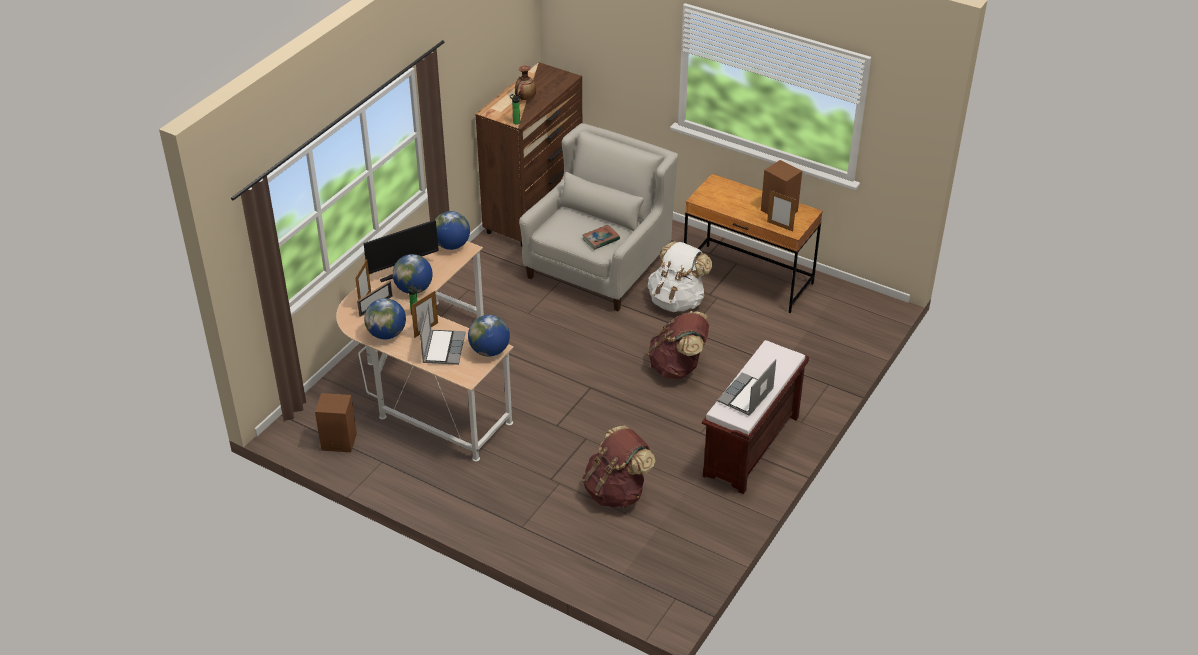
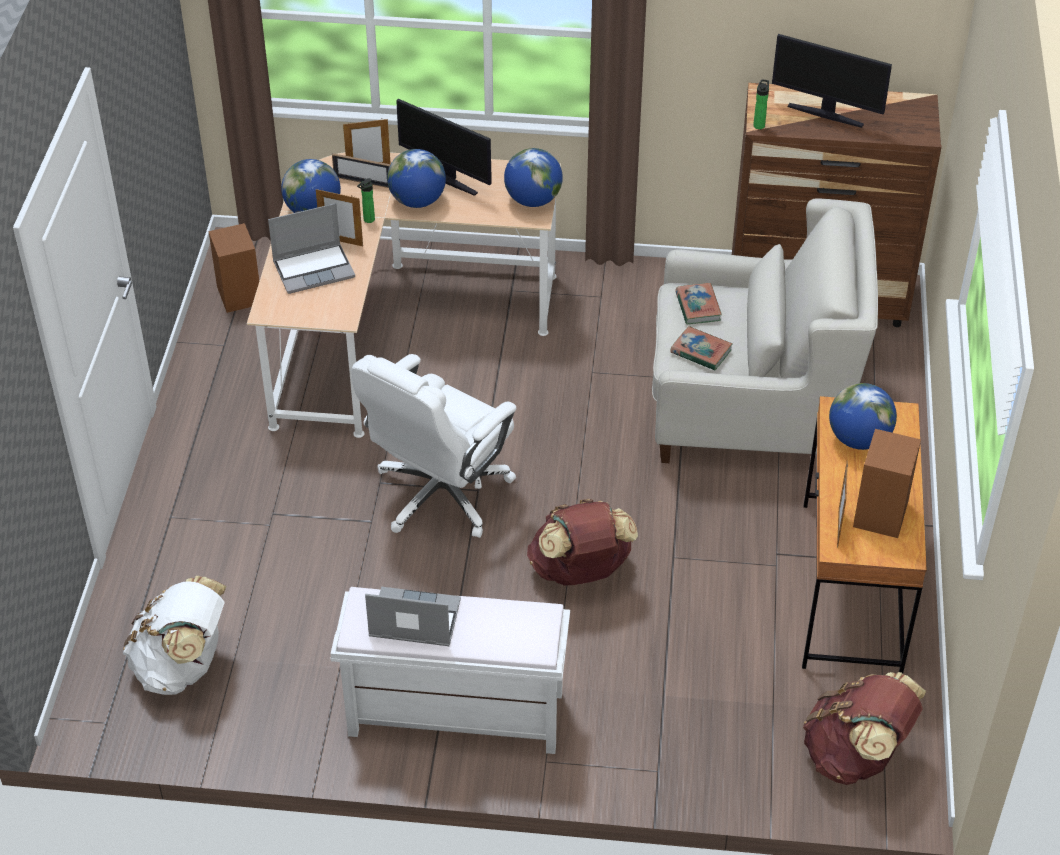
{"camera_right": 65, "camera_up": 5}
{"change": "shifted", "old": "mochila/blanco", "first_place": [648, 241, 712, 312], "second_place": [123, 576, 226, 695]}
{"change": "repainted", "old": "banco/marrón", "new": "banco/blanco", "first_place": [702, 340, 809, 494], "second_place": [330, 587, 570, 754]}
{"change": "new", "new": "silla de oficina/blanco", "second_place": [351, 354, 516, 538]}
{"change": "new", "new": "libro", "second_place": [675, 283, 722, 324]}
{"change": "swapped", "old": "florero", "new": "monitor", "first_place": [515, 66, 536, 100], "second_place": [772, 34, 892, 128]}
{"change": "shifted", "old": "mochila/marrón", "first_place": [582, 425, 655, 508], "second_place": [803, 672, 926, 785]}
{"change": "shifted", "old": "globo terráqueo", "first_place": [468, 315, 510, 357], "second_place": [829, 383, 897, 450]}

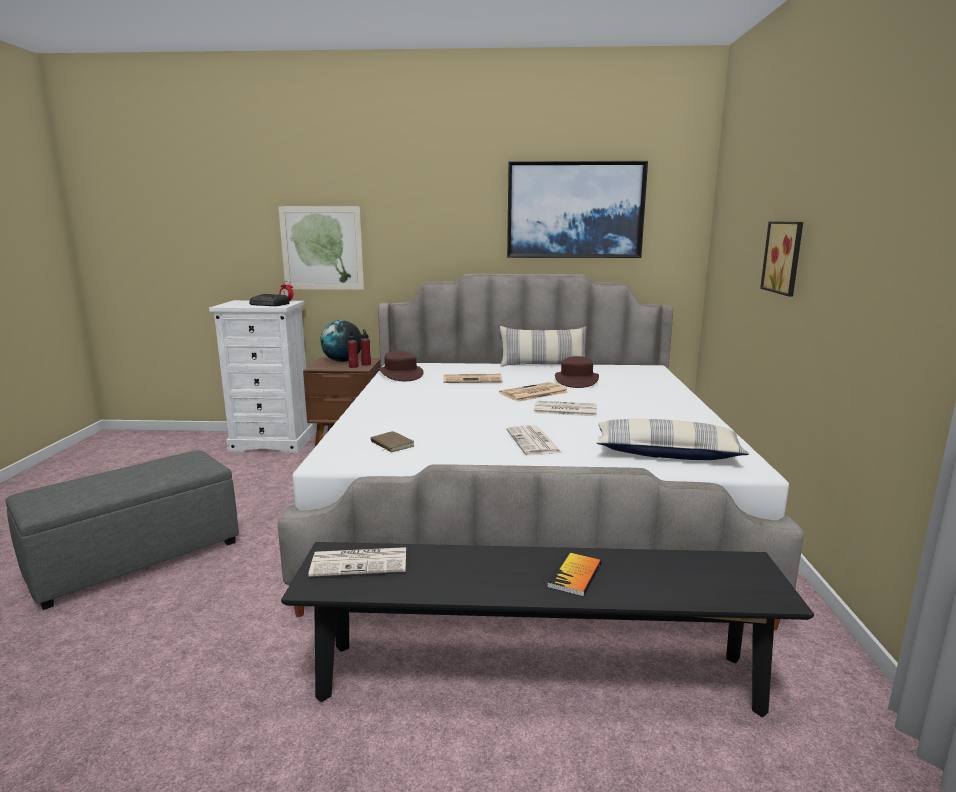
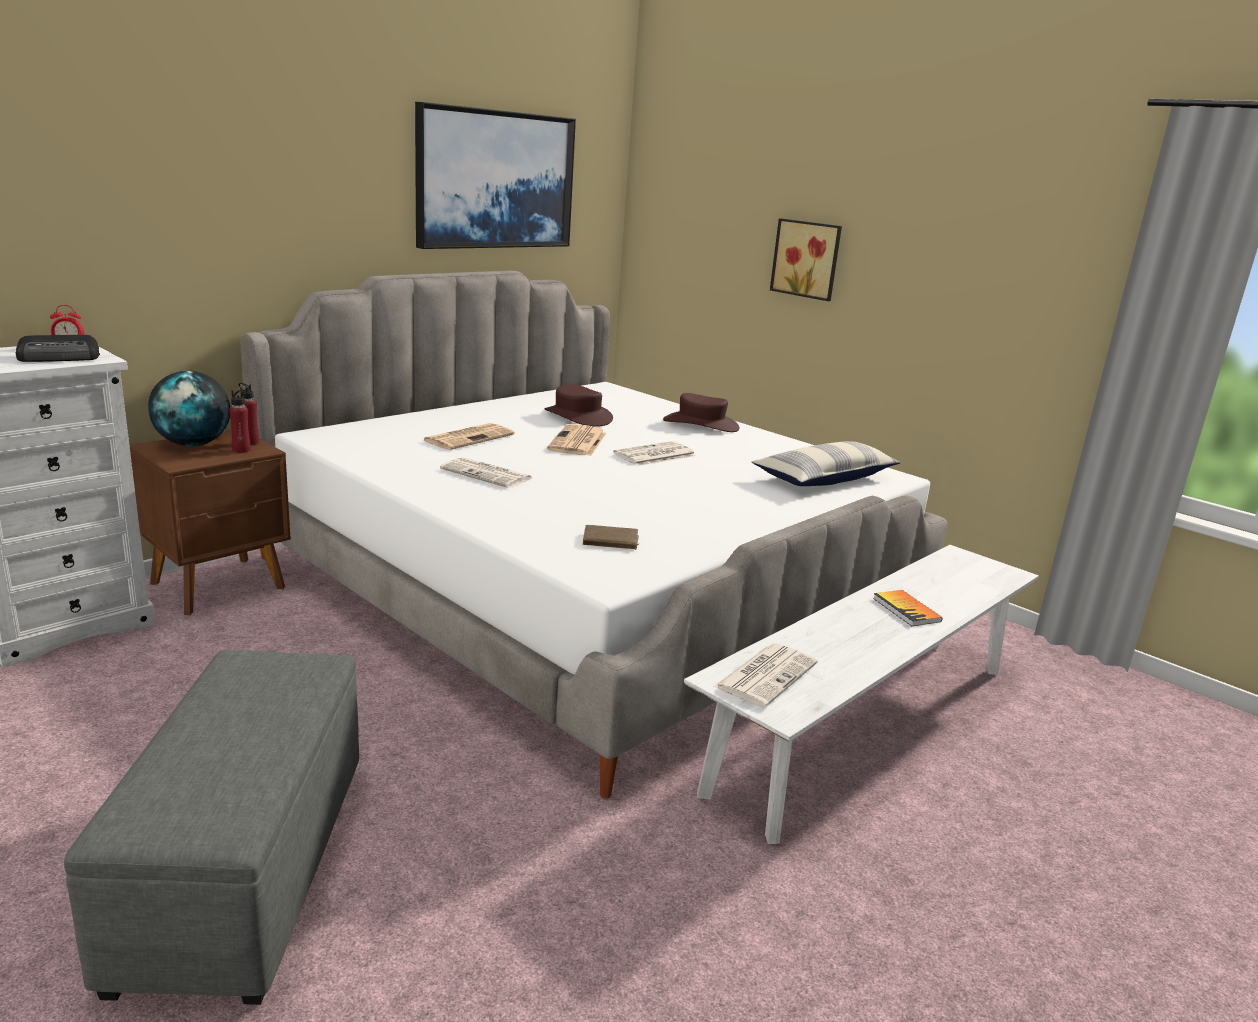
{"camera_right": -50, "camera_up": 5}
{"change": "shifted", "old": "periódico", "first_place": [506, 425, 562, 455], "second_place": [440, 457, 532, 488]}
{"change": "shifted", "old": "sombrero/marrón", "first_place": [378, 351, 424, 381], "second_place": [663, 393, 739, 432]}
{"change": "repainted", "old": "banco/negro", "new": "banco/blanco", "first_place": [281, 542, 814, 717], "second_place": [684, 545, 1039, 844]}
{"change": "gone", "old": "cuadro", "first_place": [278, 206, 364, 290]}
{"change": "gone", "old": "cojín", "first_place": [500, 326, 586, 367]}

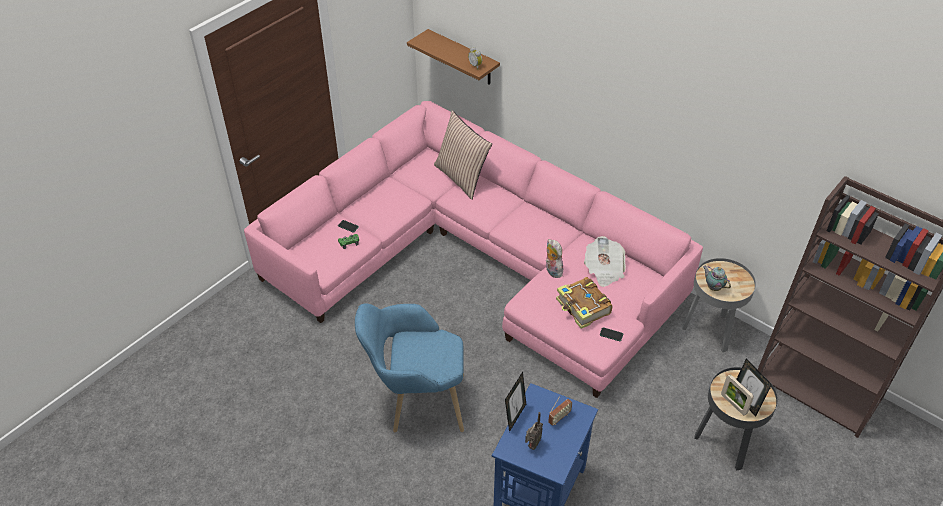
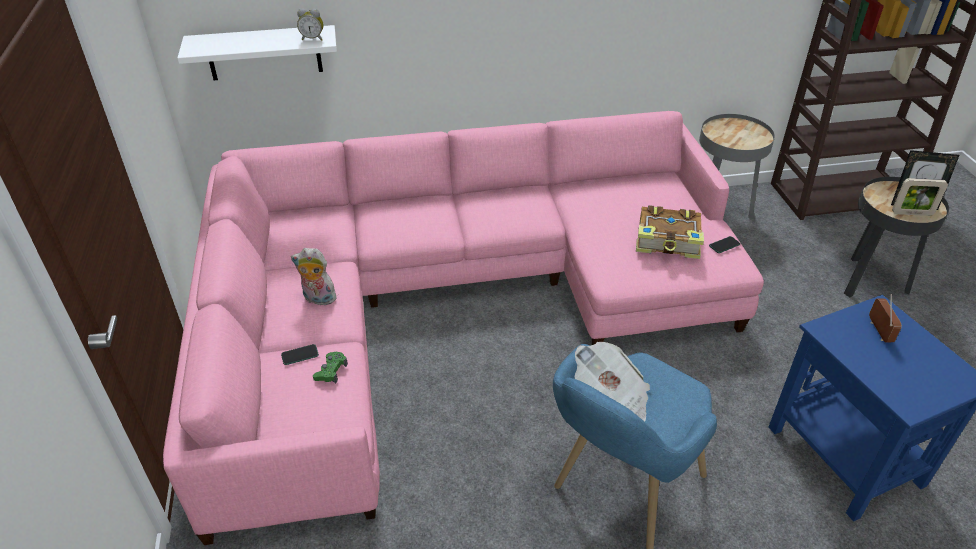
{"camera_right": -50, "camera_up": -5}
{"change": "repainted", "old": "estante/marrón", "new": "estante/blanco", "first_place": [407, 29, 500, 85], "second_place": [177, 25, 337, 80]}
{"change": "shifted", "old": "peluche", "first_place": [546, 239, 563, 278], "second_place": [291, 248, 337, 305]}
{"change": "shifted", "old": "periódico", "first_place": [584, 236, 626, 287], "second_place": [574, 342, 650, 422]}
{"change": "gone", "old": "cojín", "first_place": [434, 110, 492, 200]}
{"change": "gone", "old": "portarretratos", "first_place": [505, 372, 526, 432]}
{"change": "gone", "old": "radio", "first_place": [525, 412, 543, 450]}
{"change": "gone", "old": "tetera", "first_place": [703, 266, 731, 291]}

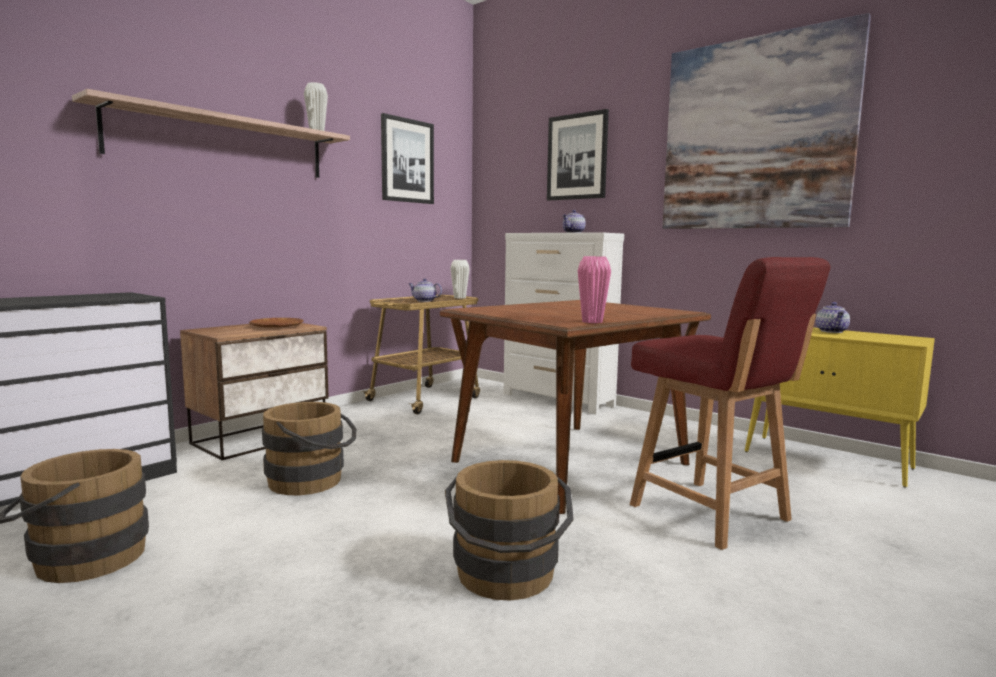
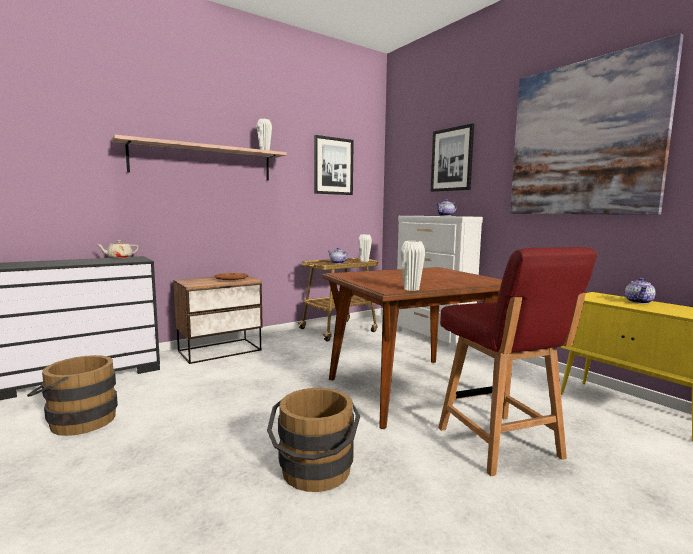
{"camera_right": 15, "camera_up": 0}
{"change": "new", "new": "tetera/beis", "second_place": [98, 240, 139, 259]}
{"change": "repainted", "old": "florero/rosa", "new": "florero/blanco", "first_place": [578, 256, 611, 323], "second_place": [400, 241, 426, 291]}
{"change": "gone", "old": "cubo/marrón", "first_place": [262, 402, 356, 495]}

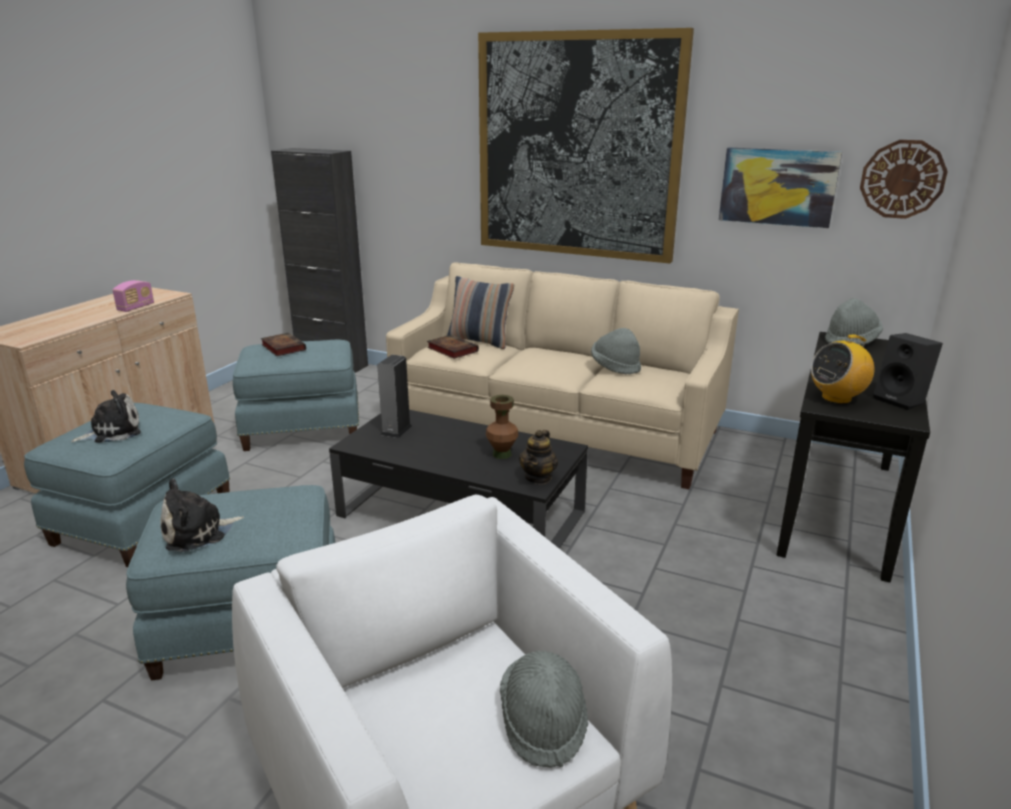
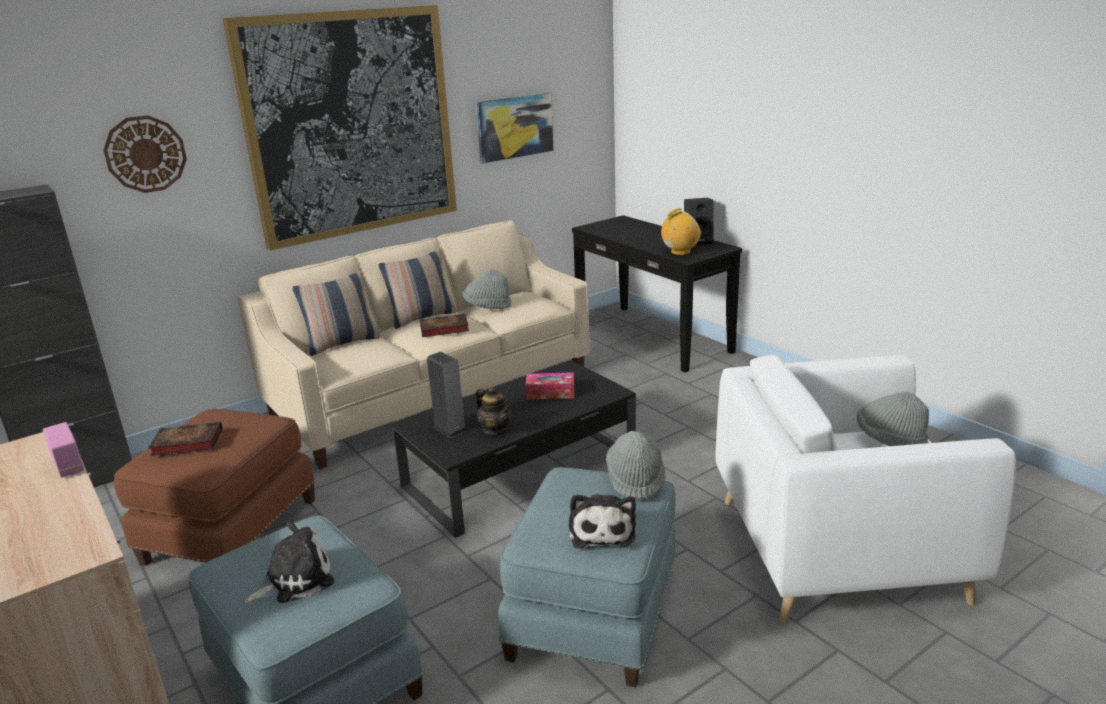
{"camera_right": -60, "camera_up": 0}
{"change": "shifted", "old": "reloj de pared", "first_place": [860, 140, 948, 219], "second_place": [103, 115, 187, 193]}
{"change": "repainted", "old": "puf/azul", "new": "puf/marrón", "first_place": [233, 340, 359, 451], "second_place": [114, 409, 315, 566]}
{"change": "rotated", "old": "peluche", "first_place": [71, 390, 141, 443], "second_place": [244, 521, 334, 603], "degrees": 60}
{"change": "new", "new": "cojín", "second_place": [379, 250, 457, 329]}
{"change": "shifted", "old": "libro", "first_place": [427, 335, 479, 359], "second_place": [420, 314, 469, 337]}
{"change": "shifted", "old": "tetera", "first_place": [519, 430, 558, 484], "second_place": [476, 387, 511, 436]}
{"change": "swapped", "old": "florero/marrón", "new": "caja de pañuelos", "first_place": [486, 395, 518, 459], "second_place": [525, 372, 574, 399]}
{"change": "shifted", "old": "sombrero/gris", "first_place": [825, 298, 883, 346], "second_place": [606, 431, 666, 499]}
{"change": "rotated", "old": "radio", "first_place": [811, 335, 875, 404], "second_place": [661, 208, 701, 255], "degrees": -120}

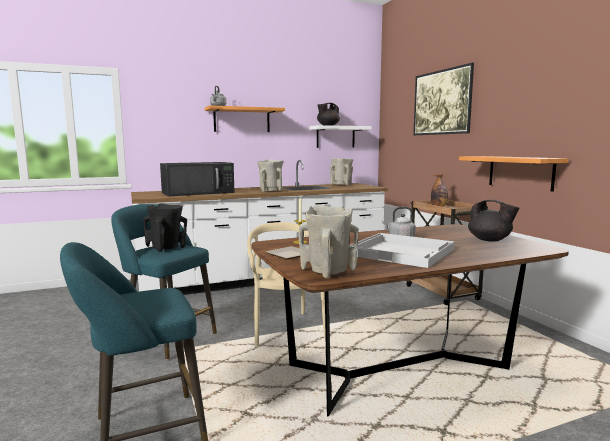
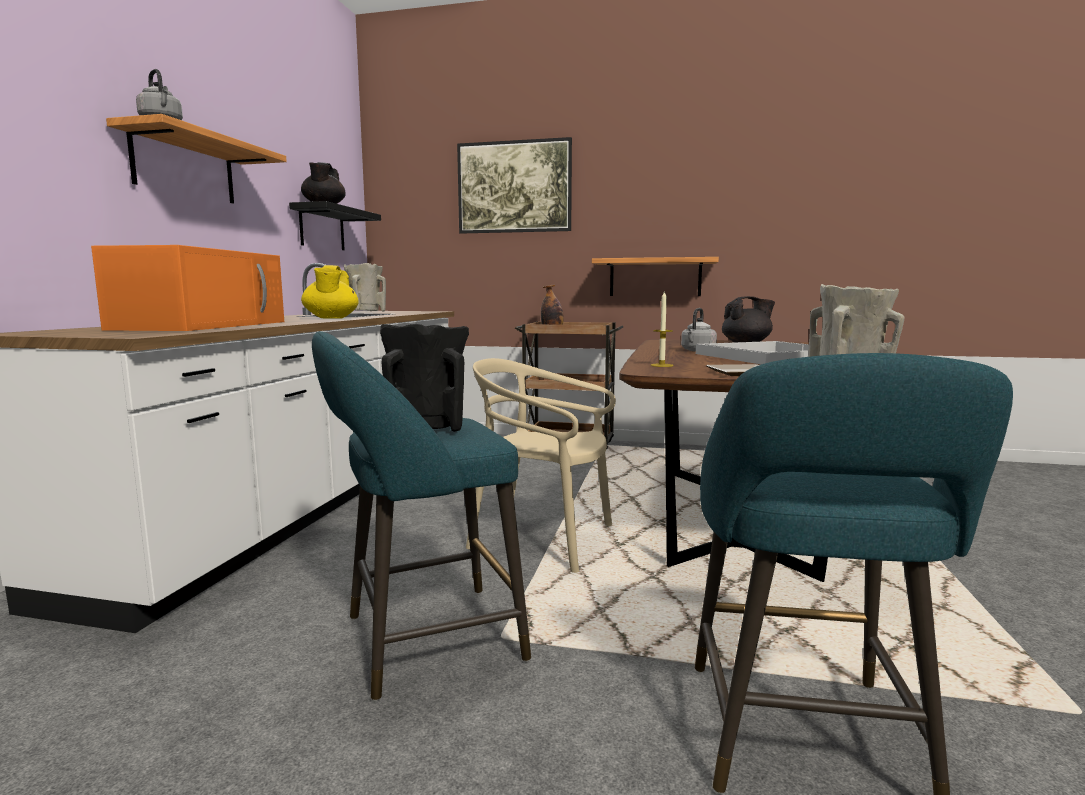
{"camera_right": -55, "camera_up": 0}
{"change": "repainted", "old": "microondas/negro", "new": "microondas/naranja", "first_place": [160, 162, 235, 196], "second_place": [91, 245, 284, 331]}
{"change": "repainted", "old": "estante/blanco", "new": "estante/negro", "first_place": [309, 125, 372, 148], "second_place": [289, 201, 381, 250]}
{"change": "swapped", "old": "florero/beis", "new": "tetera/amarillo", "first_place": [257, 159, 283, 192], "second_place": [301, 265, 359, 319]}

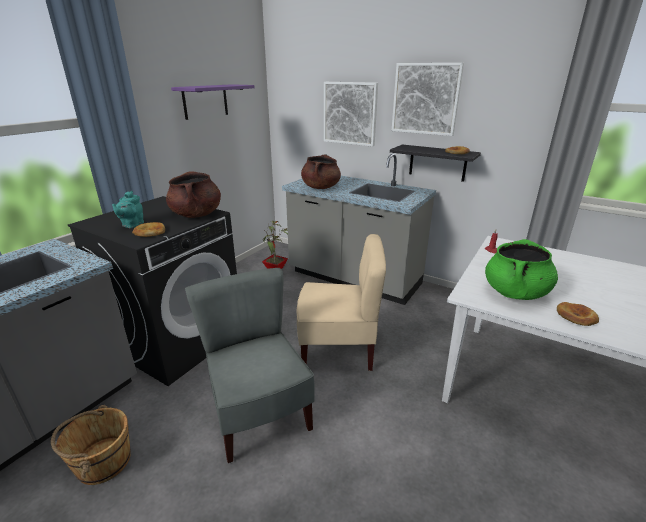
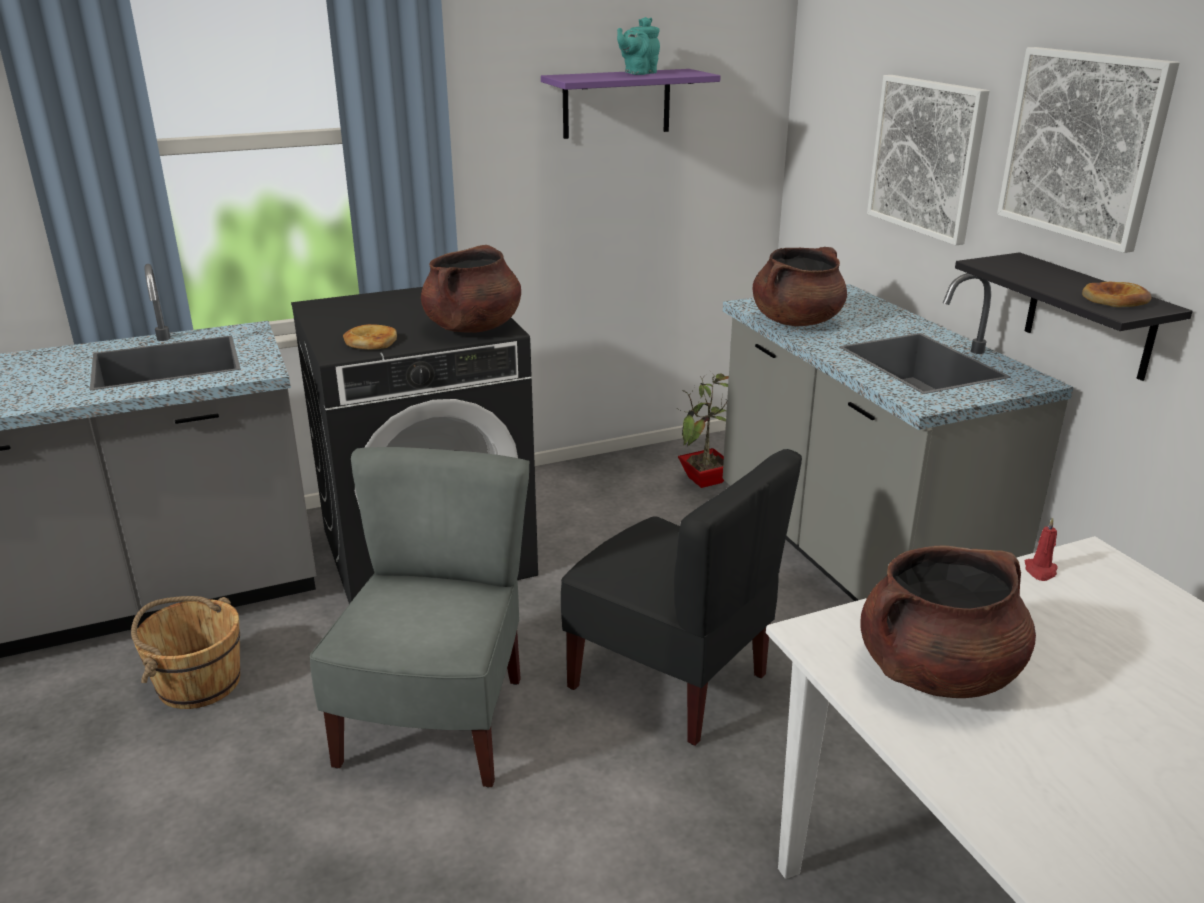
{"camera_right": 35, "camera_up": 0}
{"change": "repainted", "old": "silla/beis", "new": "silla/negro", "first_place": [296, 234, 386, 371], "second_place": [561, 449, 802, 746]}
{"change": "shifted", "old": "tetera/turquesa", "first_place": [112, 191, 144, 228], "second_place": [617, 17, 660, 75]}
{"change": "repainted", "old": "olla/verde", "new": "olla/marrón", "first_place": [485, 239, 558, 300], "second_place": [860, 545, 1036, 698]}
{"change": "gone", "old": "pan", "first_place": [557, 302, 599, 326]}

